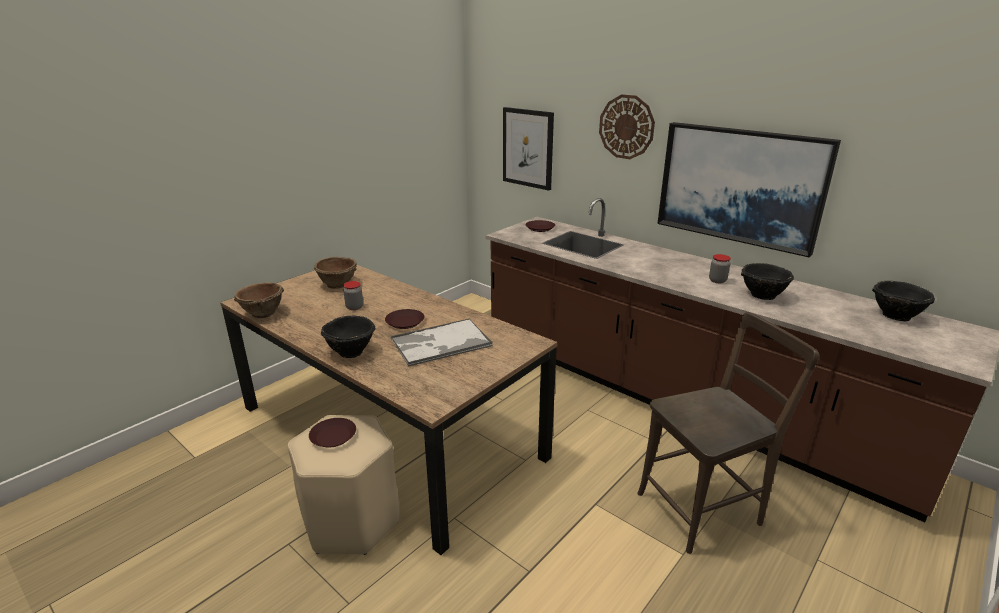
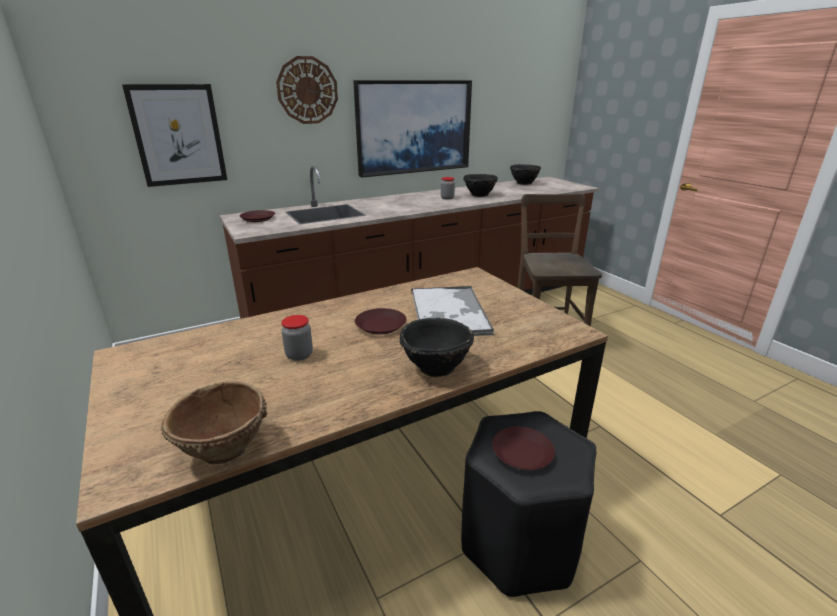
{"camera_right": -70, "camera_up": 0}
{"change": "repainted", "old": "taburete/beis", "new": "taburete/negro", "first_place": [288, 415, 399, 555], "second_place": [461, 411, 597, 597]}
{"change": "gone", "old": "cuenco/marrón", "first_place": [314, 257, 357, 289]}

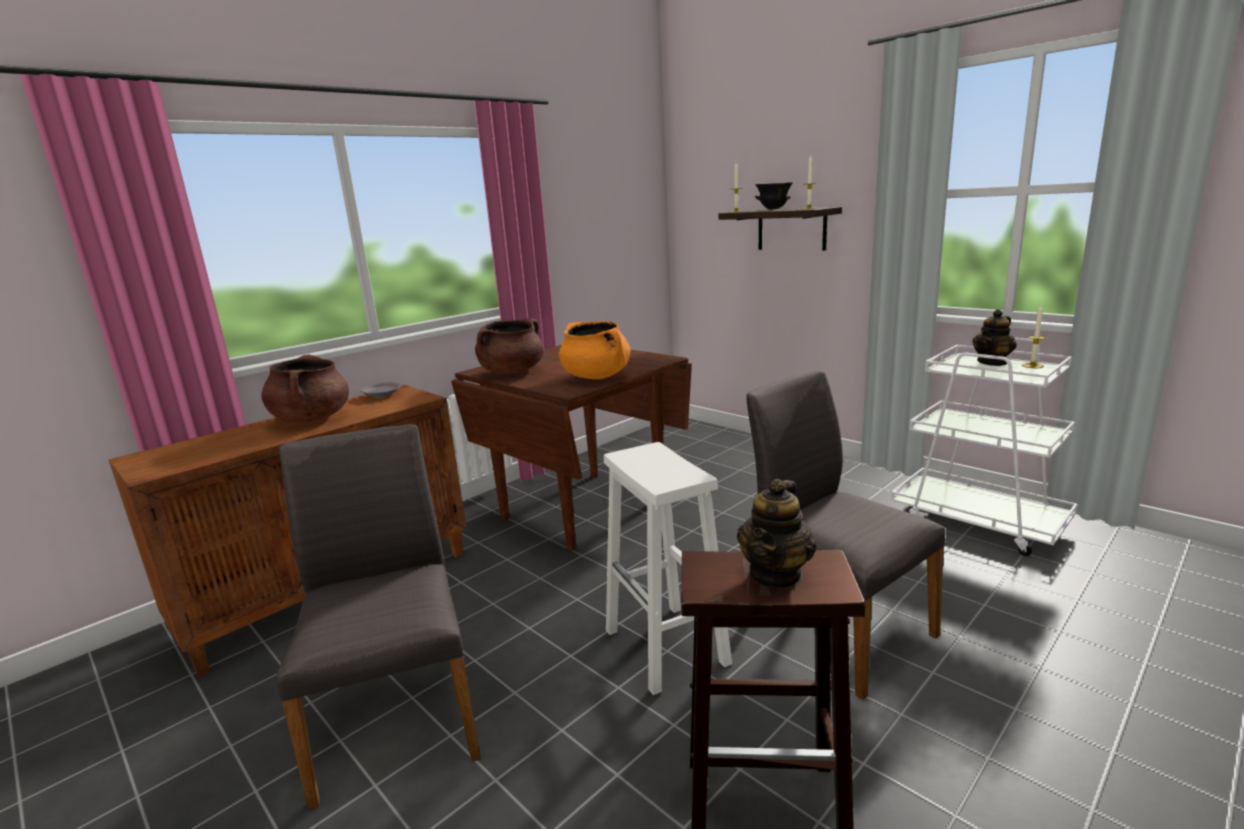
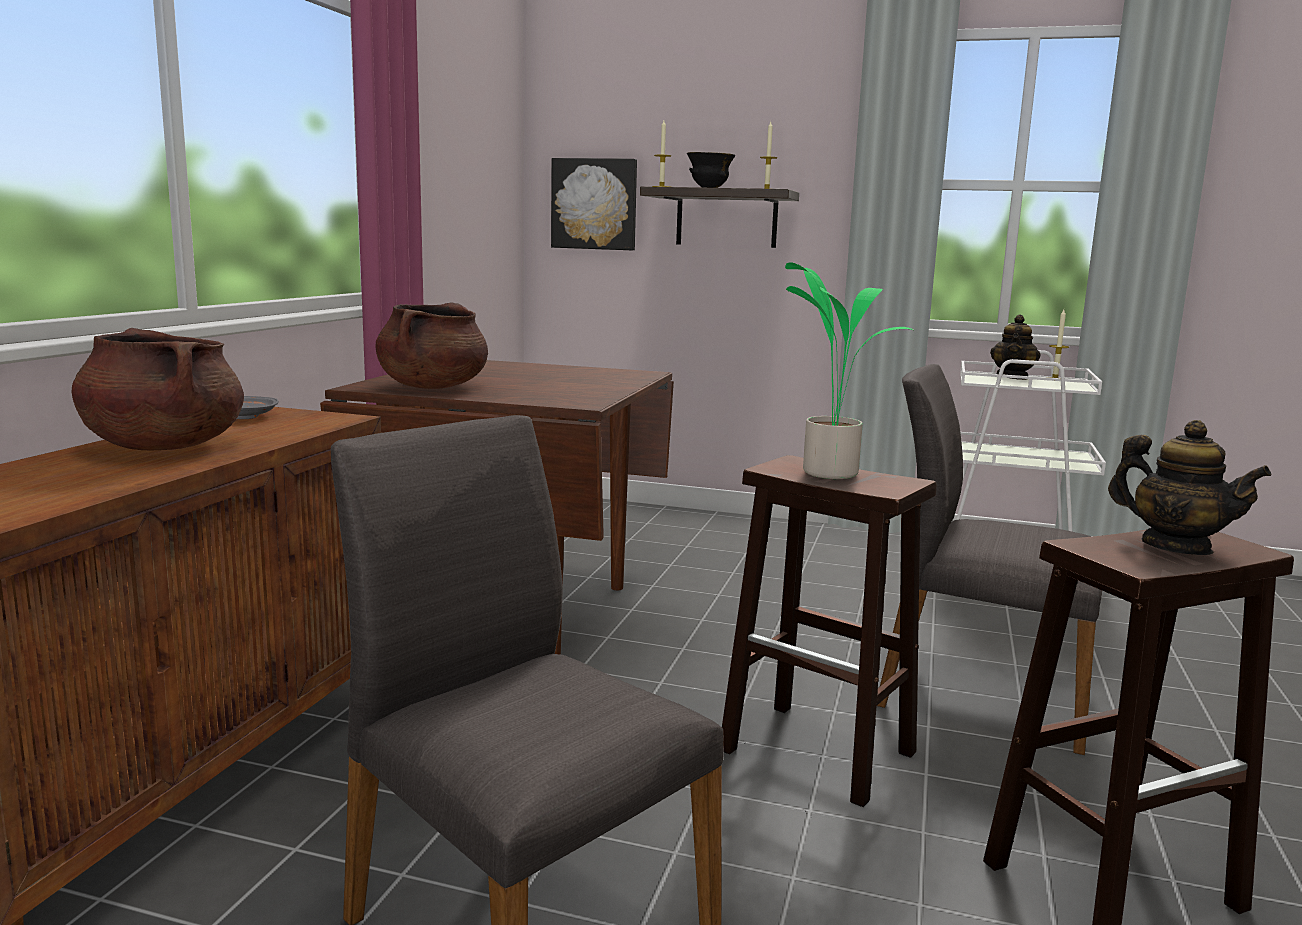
{"camera_right": -30, "camera_up": -5}
{"change": "new", "new": "cuadro", "second_place": [551, 158, 637, 250]}
{"change": "repainted", "old": "taburete/blanco", "new": "taburete/marrón", "first_place": [604, 442, 732, 695], "second_place": [722, 455, 937, 807]}
{"change": "new", "new": "planta en maceta", "second_place": [785, 262, 915, 479]}
{"change": "rotated", "old": "tetera", "first_place": [737, 479, 817, 589], "second_place": [1108, 420, 1272, 555], "degrees": -45}
{"change": "gone", "old": "olla/naranja", "first_place": [559, 321, 630, 379]}

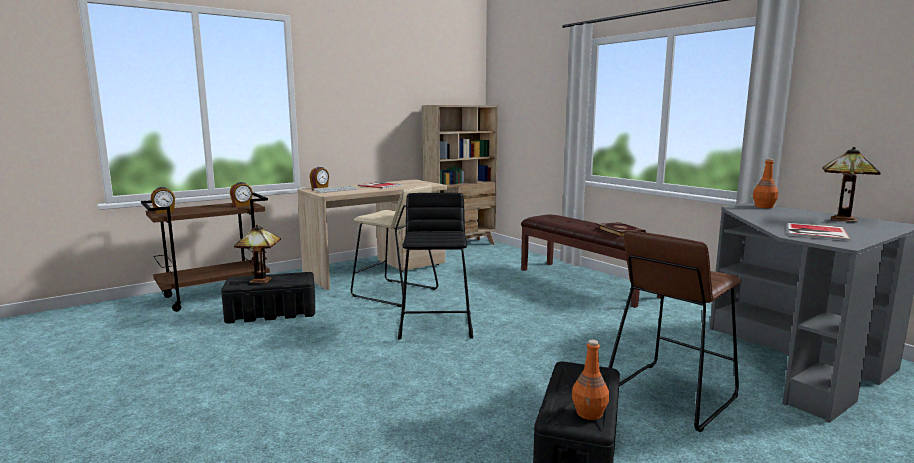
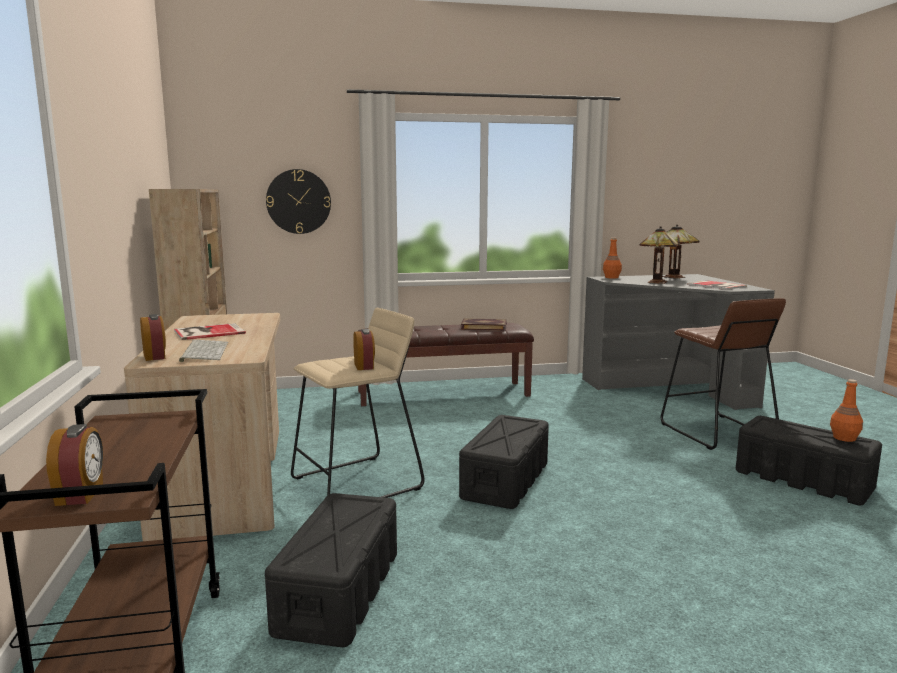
{"camera_right": -65, "camera_up": 0}
{"change": "new", "new": "reloj de pared", "second_place": [266, 169, 331, 234]}
{"change": "shifted", "old": "despertador", "first_place": [230, 182, 253, 207], "second_place": [353, 329, 375, 370]}
{"change": "swapped", "old": "taburete/negro", "new": "caja de almacenaje/negro", "first_place": [398, 193, 473, 340], "second_place": [459, 415, 549, 509]}
{"change": "shifted", "old": "lámpara de mesa", "first_place": [234, 225, 281, 283], "second_place": [639, 226, 679, 284]}

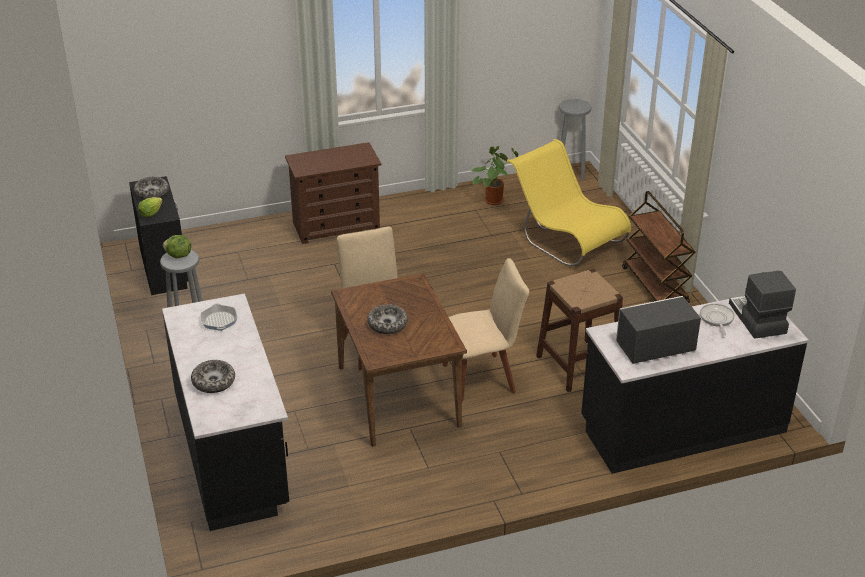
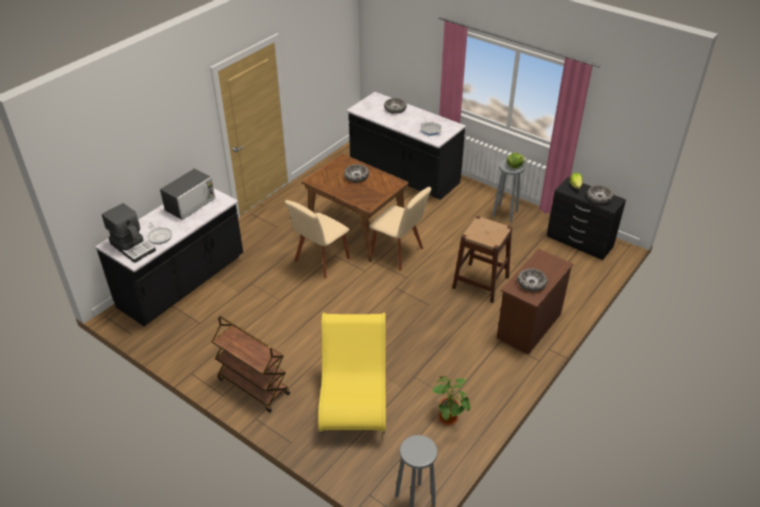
{"camera_right": 145, "camera_up": 5}
{"change": "rotated", "old": "silla/amarillo", "first_place": [507, 139, 631, 266], "second_place": [318, 313, 386, 434], "degrees": -105}
{"change": "shifted", "old": "taburete/marrón", "first_place": [536, 269, 623, 392], "second_place": [452, 216, 512, 303]}
{"change": "new", "new": "cuenco", "second_place": [517, 268, 547, 292]}

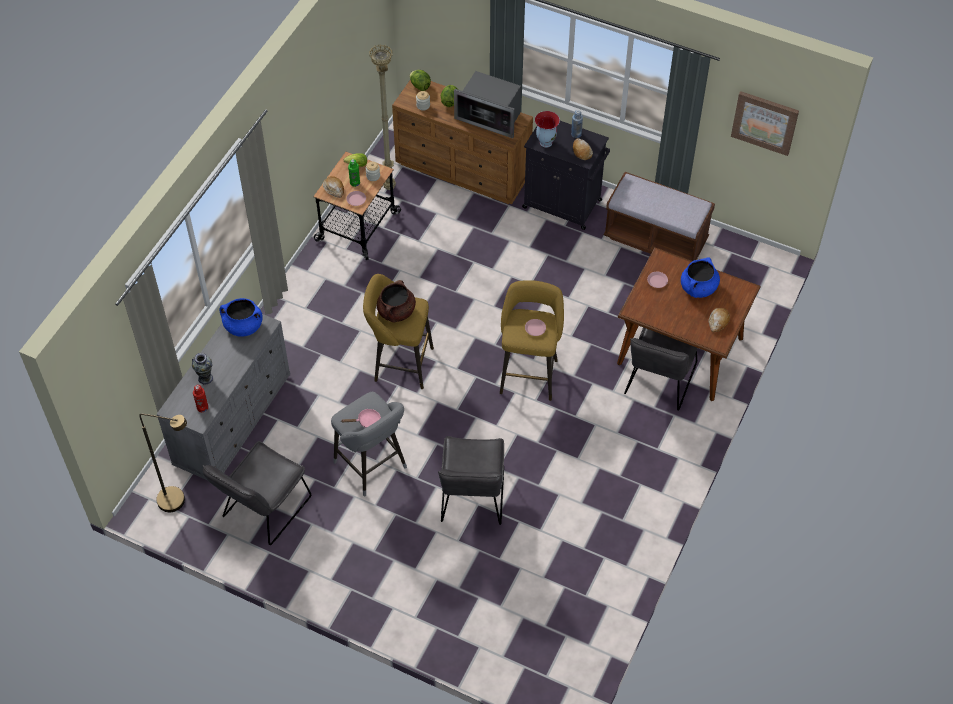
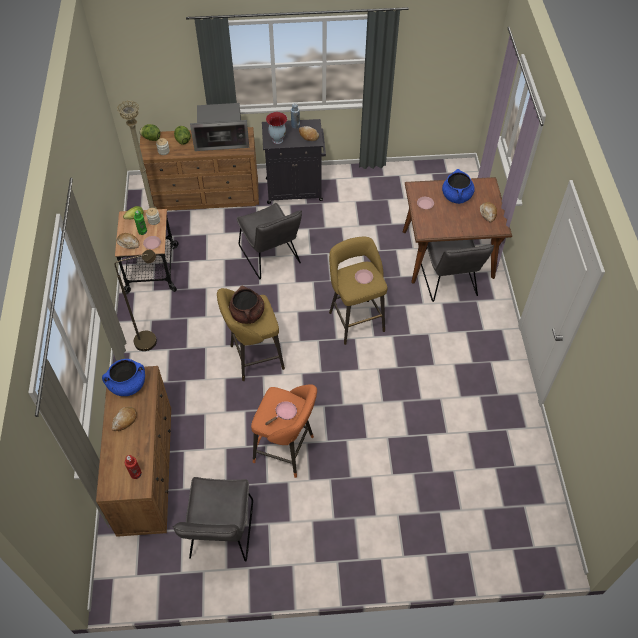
{"camera_right": -30, "camera_up": 0}
{"change": "repainted", "old": "cómoda/gris", "new": "cómoda/marrón", "first_place": [157, 314, 290, 480], "second_place": [96, 366, 171, 537]}
{"change": "new", "new": "pan", "second_place": [112, 407, 137, 431]}
{"change": "shifted", "old": "lámpara de pie/marrón", "first_place": [139, 414, 187, 512], "second_place": [114, 250, 157, 351]}
{"change": "shifted", "old": "silla/gris", "first_place": [438, 436, 504, 525], "second_place": [237, 203, 302, 279]}
{"change": "repainted", "old": "taburete/gris", "new": "taburete/naranja", "first_place": [331, 392, 407, 496], "second_place": [251, 384, 317, 478]}
{"change": "gone", "old": "florero", "first_place": [192, 353, 213, 385]}
{"change": "gone", "old": "banco/marrón", "first_place": [604, 172, 715, 261]}
{"change": "gone", "old": "cuadro", "first_place": [731, 91, 799, 156]}

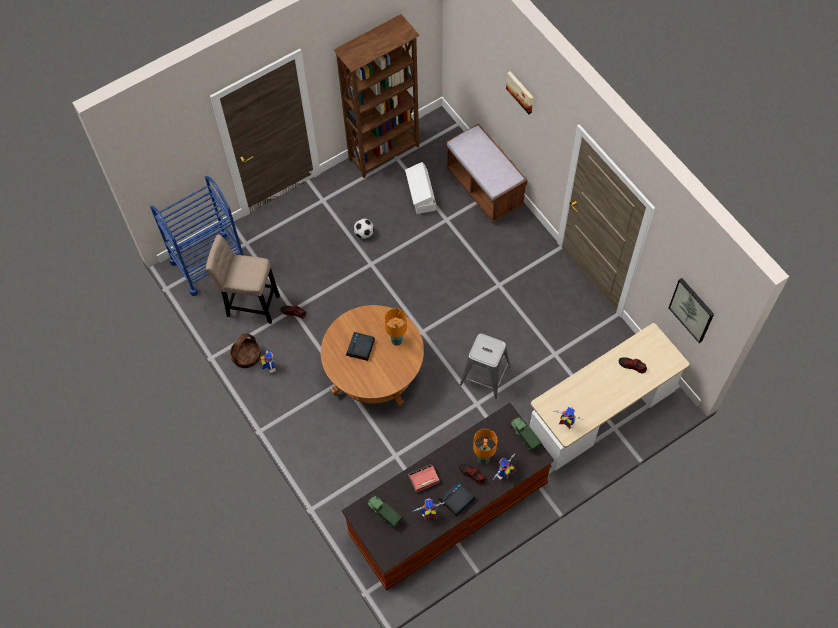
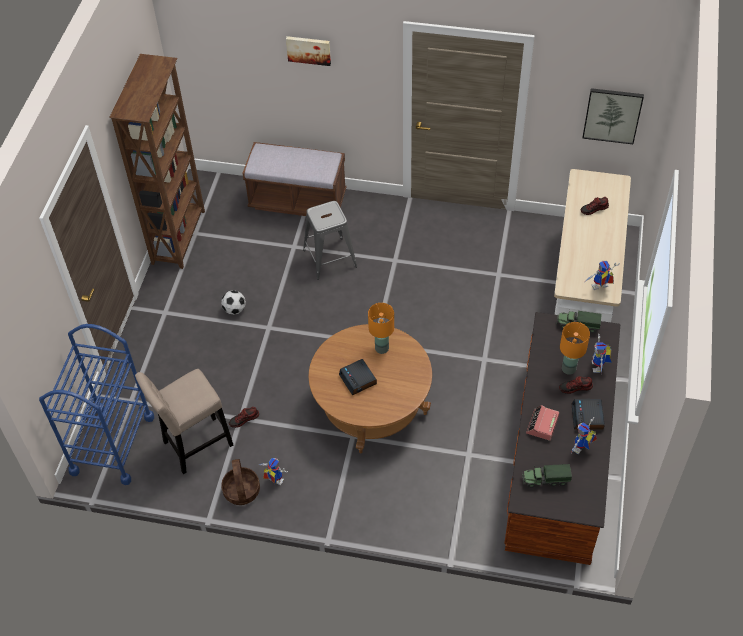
{"camera_right": -45, "camera_up": -10}
{"change": "shifted", "old": "taburete/gris", "first_place": [460, 333, 511, 399], "second_place": [303, 201, 357, 280]}
{"change": "gone", "old": "caja de almacenaje/blanco", "first_place": [405, 162, 436, 214]}

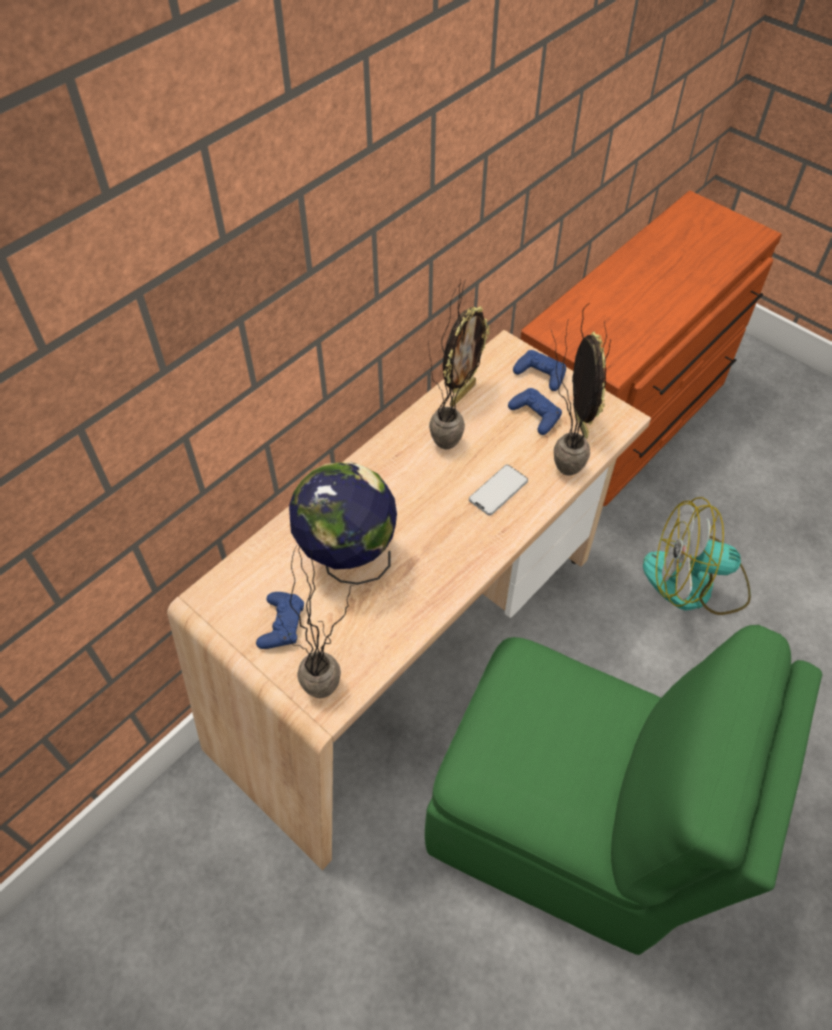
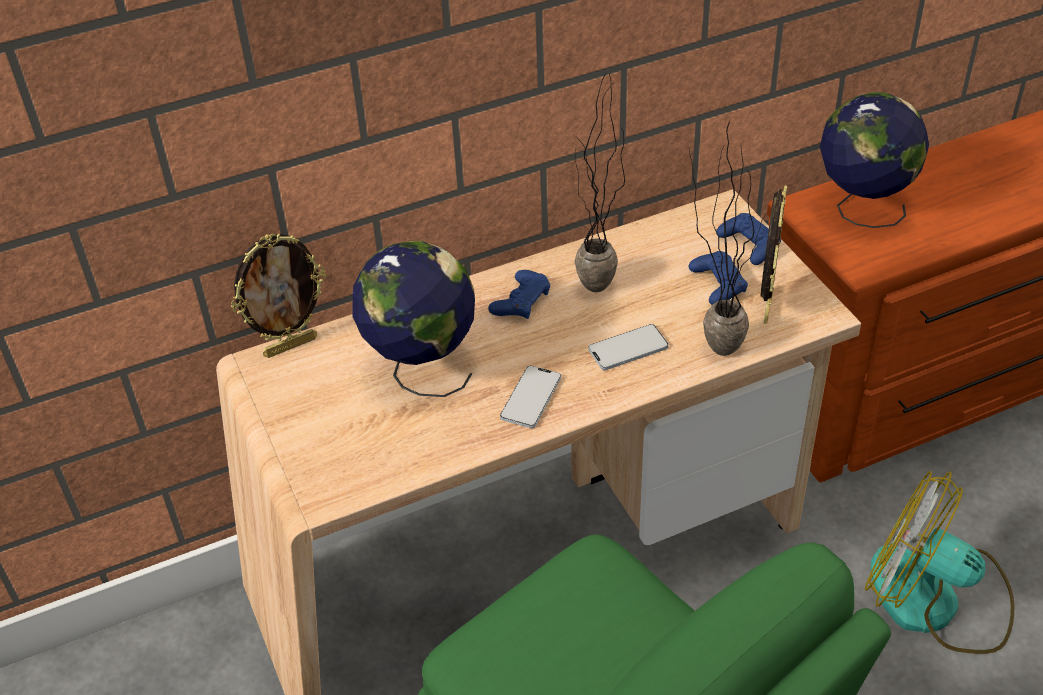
{"camera_right": 25, "camera_up": -10}
{"change": "shifted", "old": "portarretratos", "first_place": [443, 306, 489, 407], "second_place": [231, 233, 326, 358]}
{"change": "shifted", "old": "mando de consola/azul", "first_place": [256, 592, 304, 649], "second_place": [488, 270, 550, 319]}
{"change": "new", "new": "móvil", "second_place": [500, 365, 561, 428]}
{"change": "new", "new": "globo terráqueo", "second_place": [820, 92, 929, 228]}
{"change": "gone", "old": "planta en maceta", "first_place": [277, 546, 353, 698]}

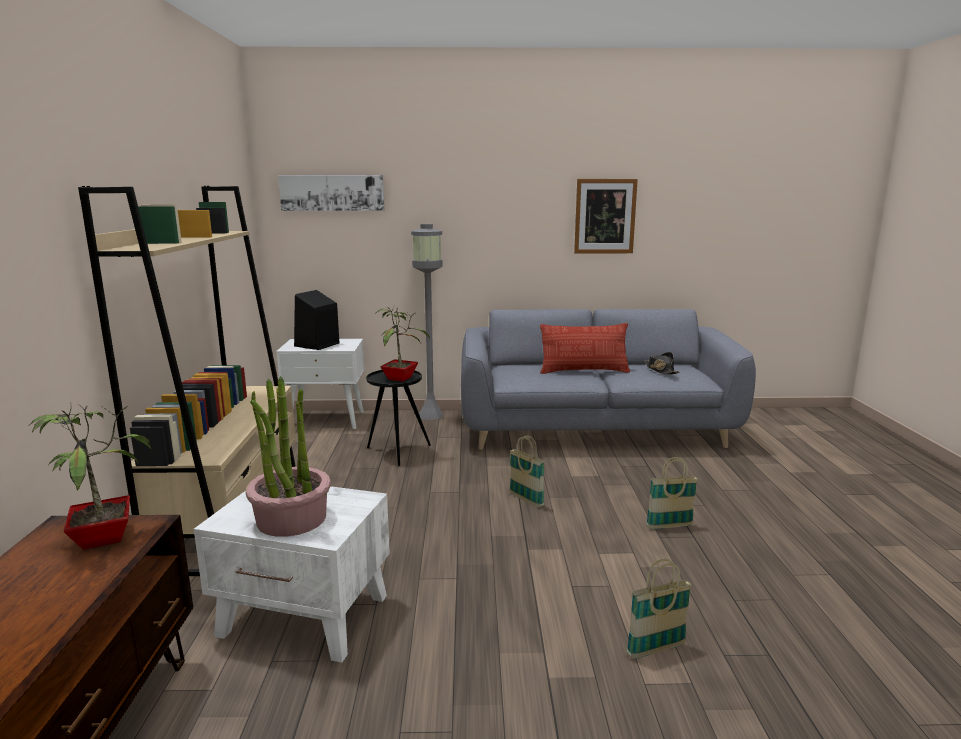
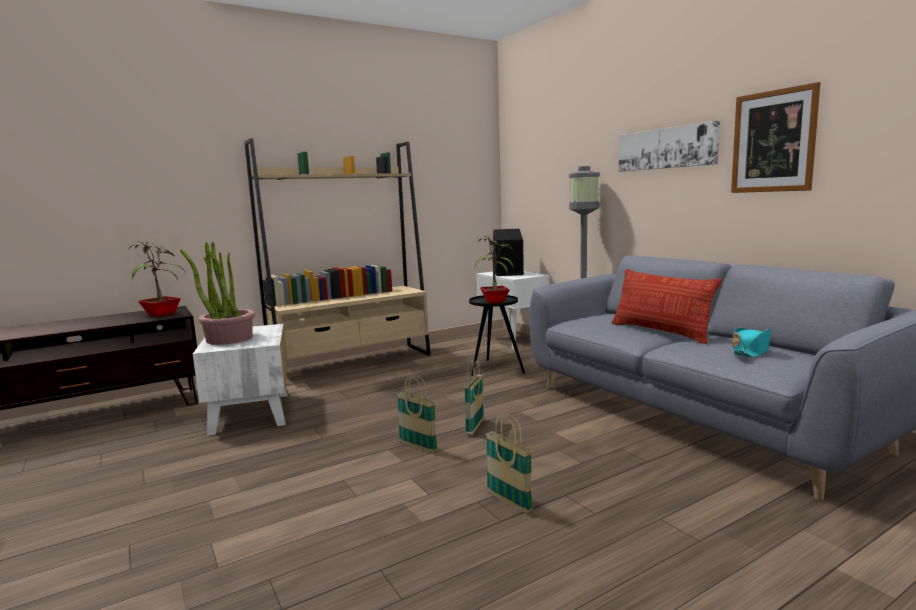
{"camera_right": 60, "camera_up": -5}
{"change": "shifted", "old": "cesta", "first_place": [626, 559, 692, 659], "second_place": [397, 375, 438, 453]}
{"change": "shifted", "old": "cuadro", "first_place": [278, 175, 385, 211], "second_place": [619, 121, 720, 172]}
{"change": "repainted", "old": "sombrero/negro", "new": "sombrero/turquesa", "first_place": [645, 352, 680, 374], "second_place": [732, 328, 771, 358]}

